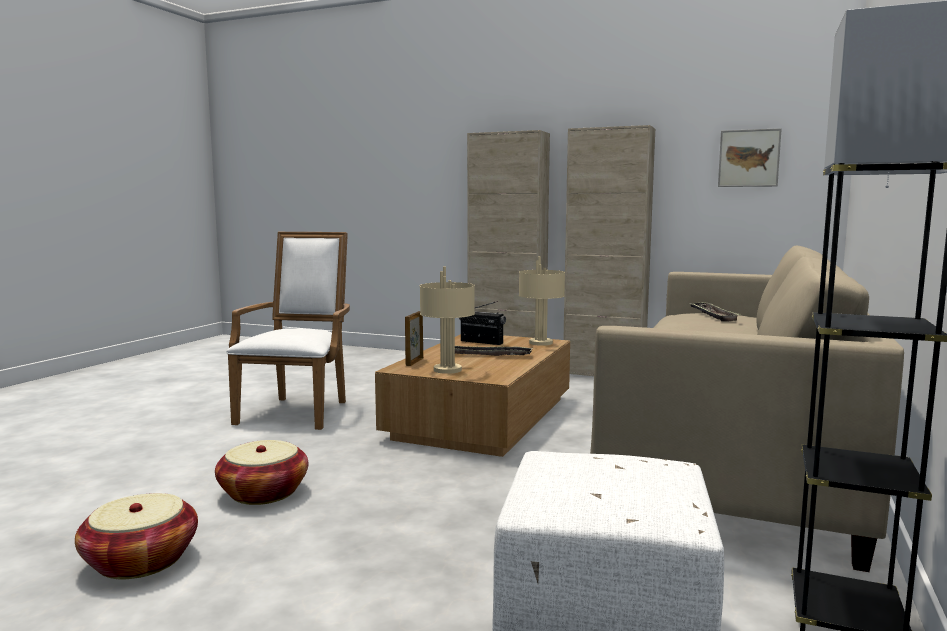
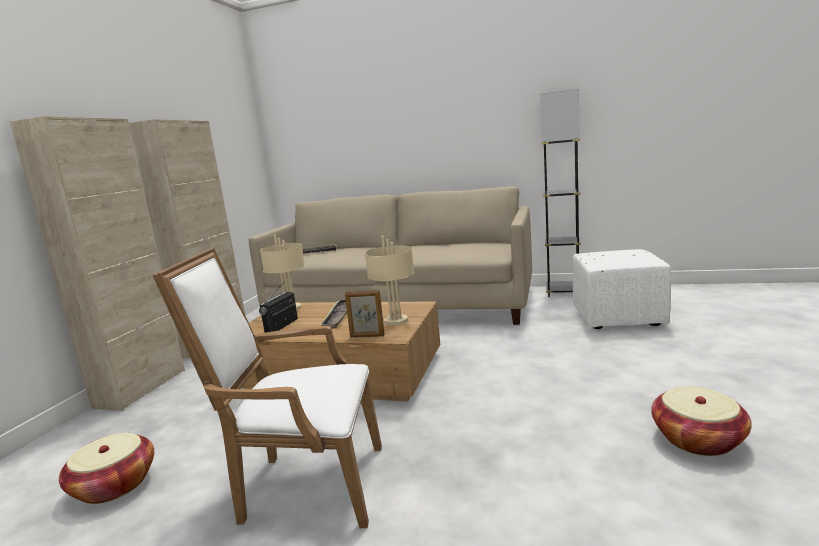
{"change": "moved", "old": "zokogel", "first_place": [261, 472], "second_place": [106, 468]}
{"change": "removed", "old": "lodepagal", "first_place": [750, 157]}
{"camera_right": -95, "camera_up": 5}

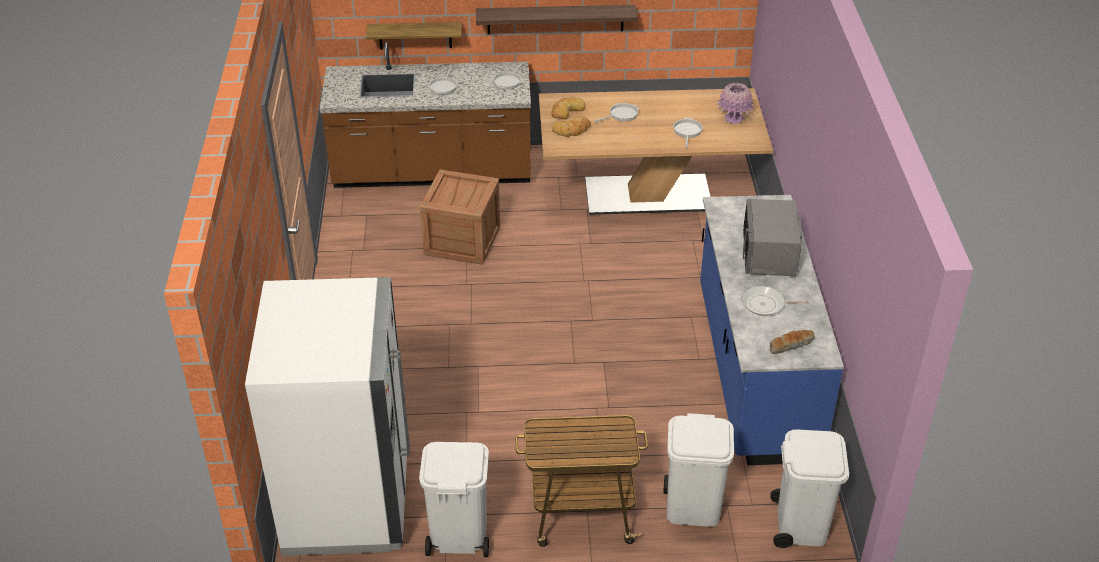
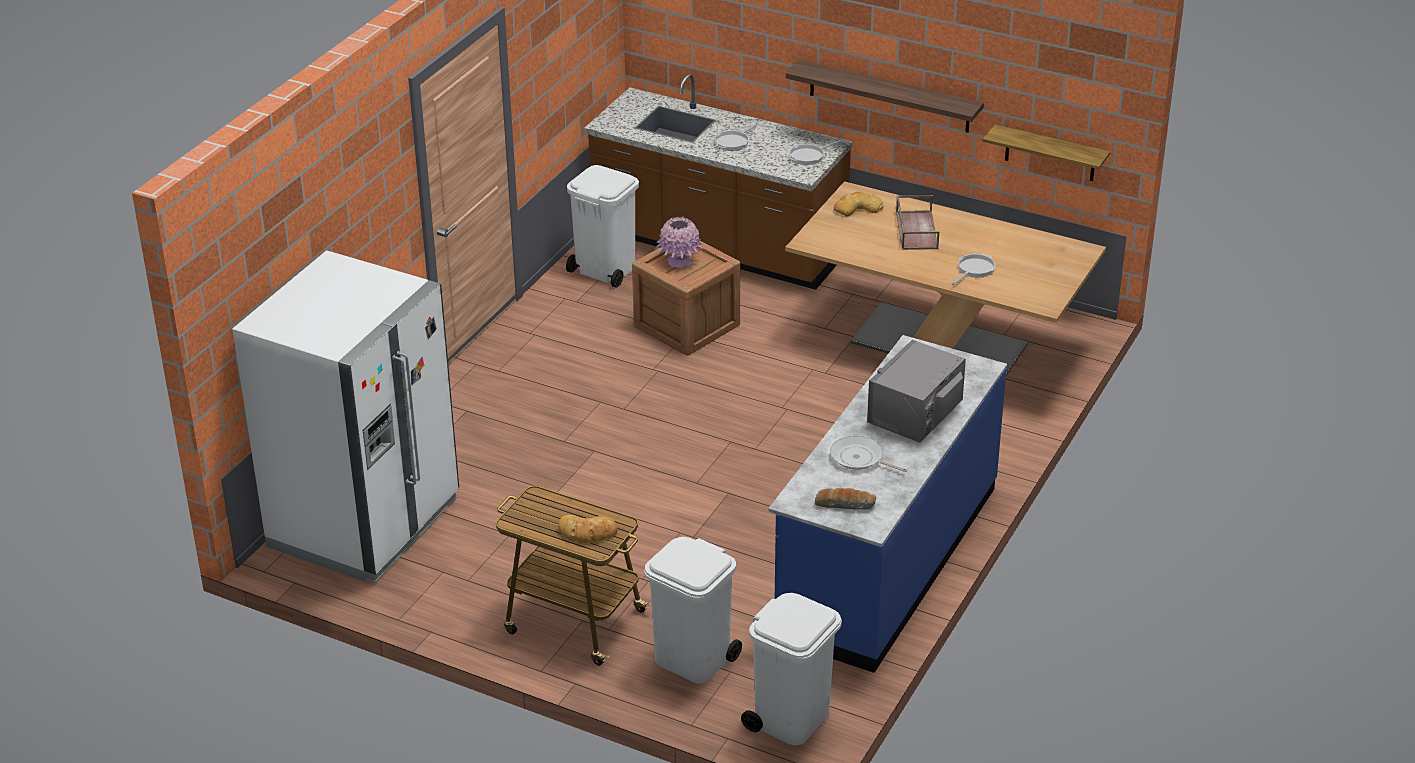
{"change": "moved", "old": "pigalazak", "first_place": [571, 126], "second_place": [588, 529]}
{"change": "moved", "old": "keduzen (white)", "first_place": [454, 499], "second_place": [602, 226]}
{"change": "moved", "old": "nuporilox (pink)", "first_place": [735, 103], "second_place": [679, 242]}
{"change": "replaced", "old": "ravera", "new": "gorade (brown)", "first_place": [617, 112], "second_place": [917, 222]}
{"change": "moved", "old": "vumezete", "first_place": [414, 36], "second_place": [1046, 153]}
{"camera_right": 30, "camera_up": -5}

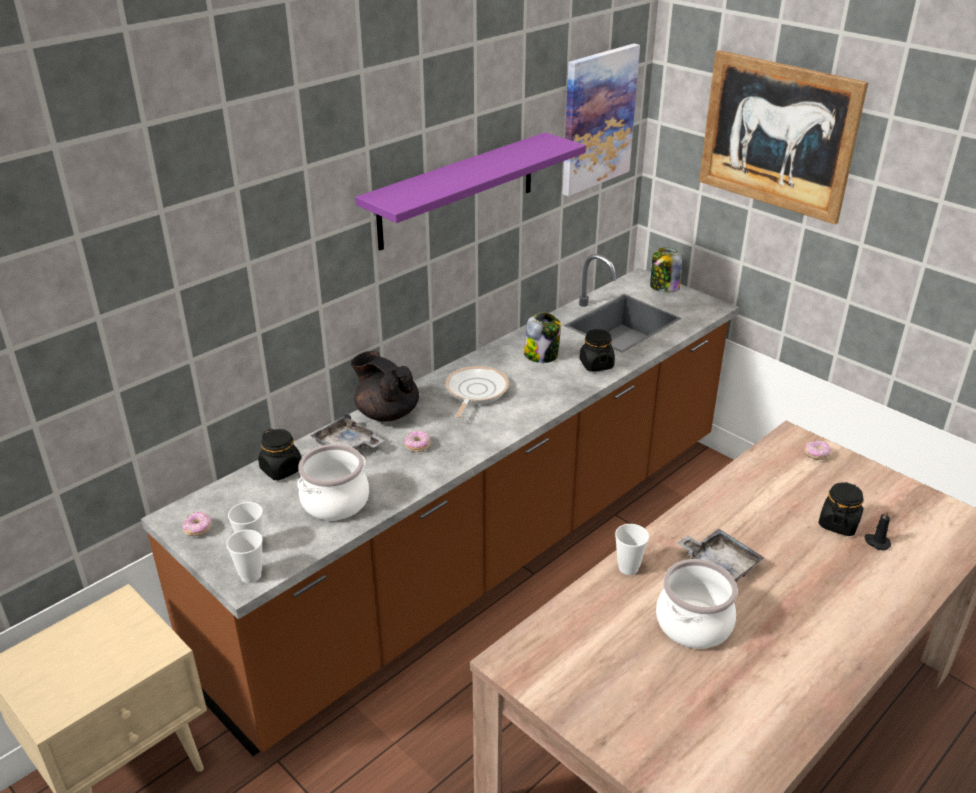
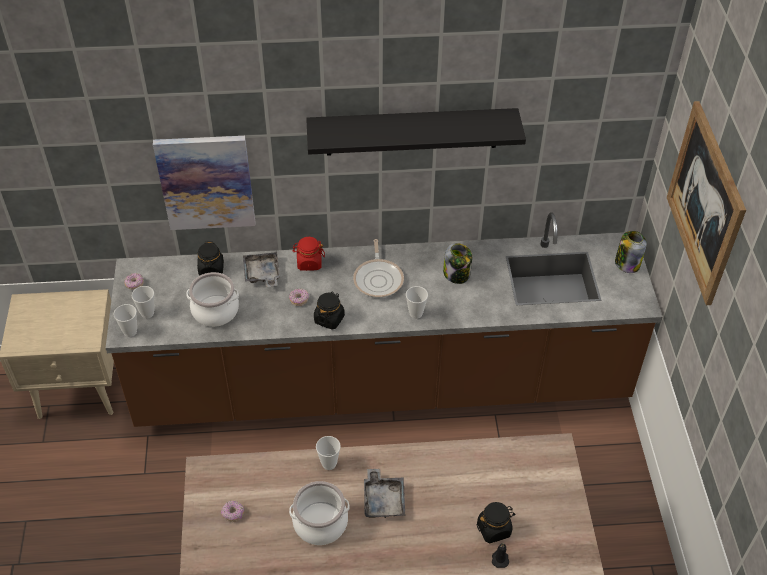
{"change": "moved", "old": "lodepagal", "first_place": [601, 119], "second_place": [204, 183]}
{"change": "moved", "old": "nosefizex", "first_place": [817, 450], "second_place": [232, 511]}
{"change": "replaced", "old": "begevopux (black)", "new": "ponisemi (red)", "first_place": [385, 386], "second_place": [308, 254]}
{"change": "recoloured", "old": "vumezete (purple)", "new": "vumezete (black)", "first_place": [470, 191], "second_place": [416, 132]}
{"change": "moved", "old": "ponisemi (black)", "first_place": [597, 350], "second_place": [329, 310]}
{"change": "turned", "old": "ravera", "first_place": [477, 392], "second_place": [378, 268], "degrees": 120}
{"change": "added", "new": "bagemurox", "second_place": [417, 302]}
{"camera_right": 40, "camera_up": 15}

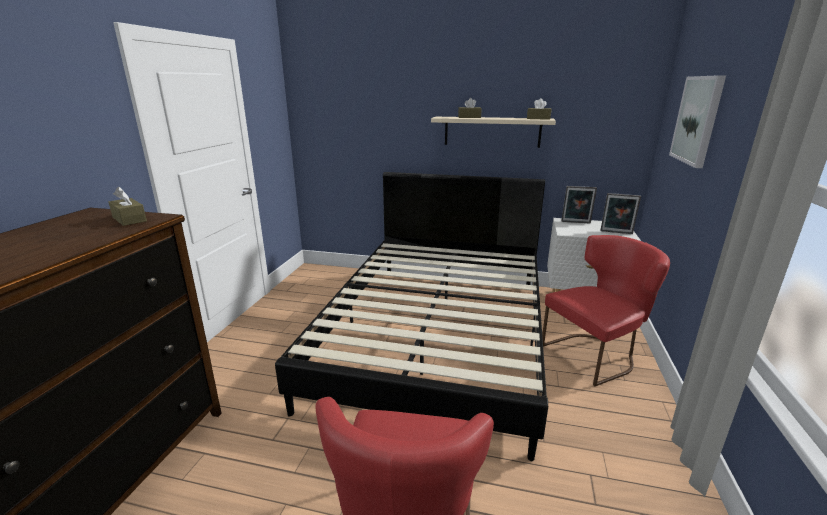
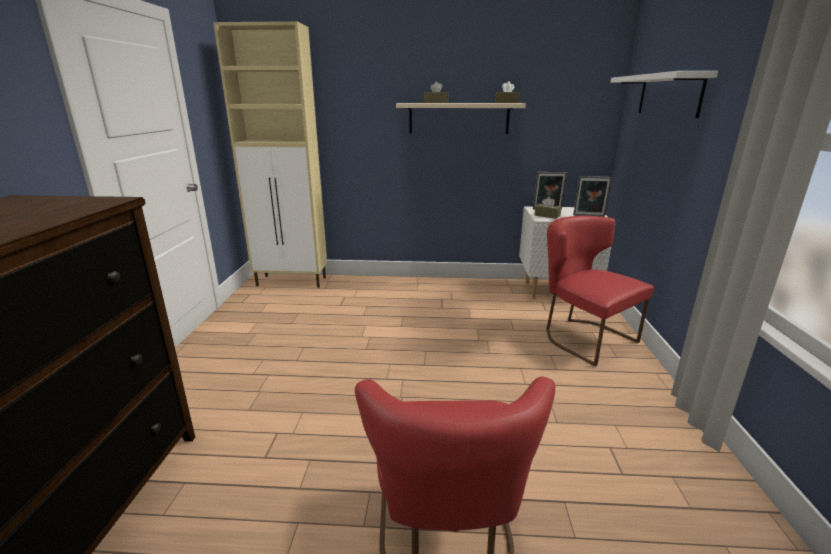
{"change": "added", "new": "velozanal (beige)", "second_place": [270, 154]}
{"change": "moved", "old": "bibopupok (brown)", "first_place": [127, 206], "second_place": [548, 208]}
{"change": "turned", "old": "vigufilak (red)", "first_place": [606, 310], "second_place": [600, 291], "degrees": -90}
{"change": "replaced", "old": "lodepagal", "new": "vumezete (white)", "first_place": [697, 121], "second_place": [664, 94]}
{"change": "removed", "old": "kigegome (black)", "first_place": [411, 316]}
{"camera_right": -10, "camera_up": 0}

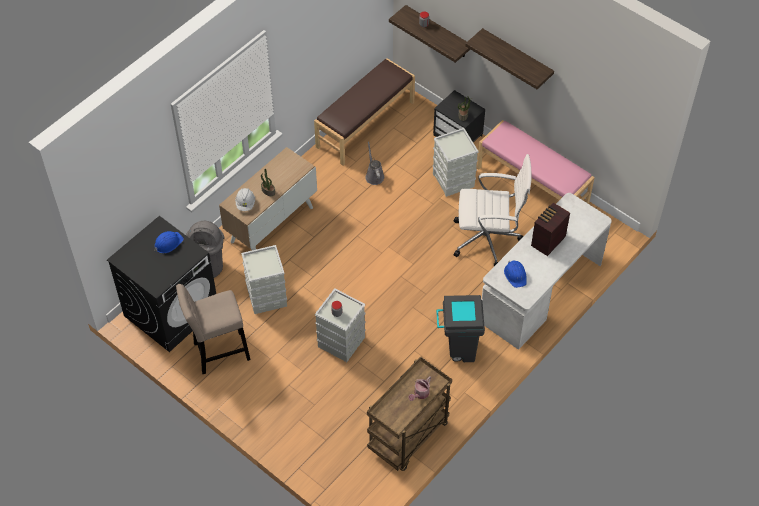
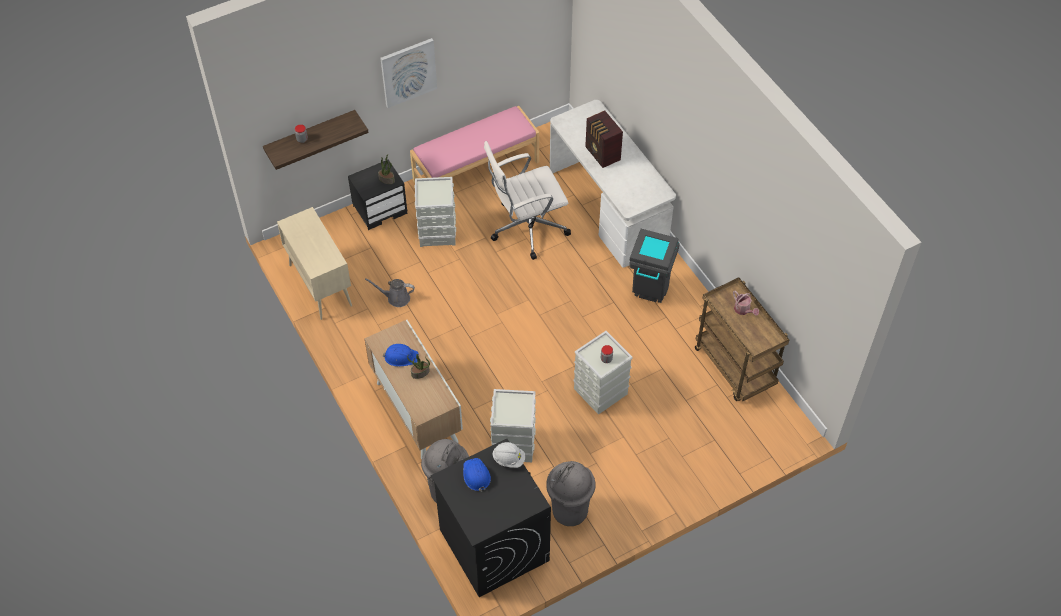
{"change": "replaced", "old": "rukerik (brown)", "new": "velozanal (beige)", "first_place": [364, 112], "second_place": [314, 263]}
{"change": "replaced", "old": "vumezete", "new": "lodepagal", "first_place": [509, 58], "second_place": [408, 73]}
{"change": "moved", "old": "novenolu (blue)", "first_place": [515, 274], "second_place": [400, 355]}
{"change": "turned", "old": "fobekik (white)", "first_place": [492, 210], "second_place": [527, 200], "degrees": -135}
{"change": "moved", "old": "novenolu (white)", "first_place": [245, 199], "second_place": [508, 455]}
{"change": "replaced", "old": "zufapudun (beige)", "new": "keduzen (grey)", "first_place": [213, 329], "second_place": [571, 493]}
{"camera_right": -70, "camera_up": 0}

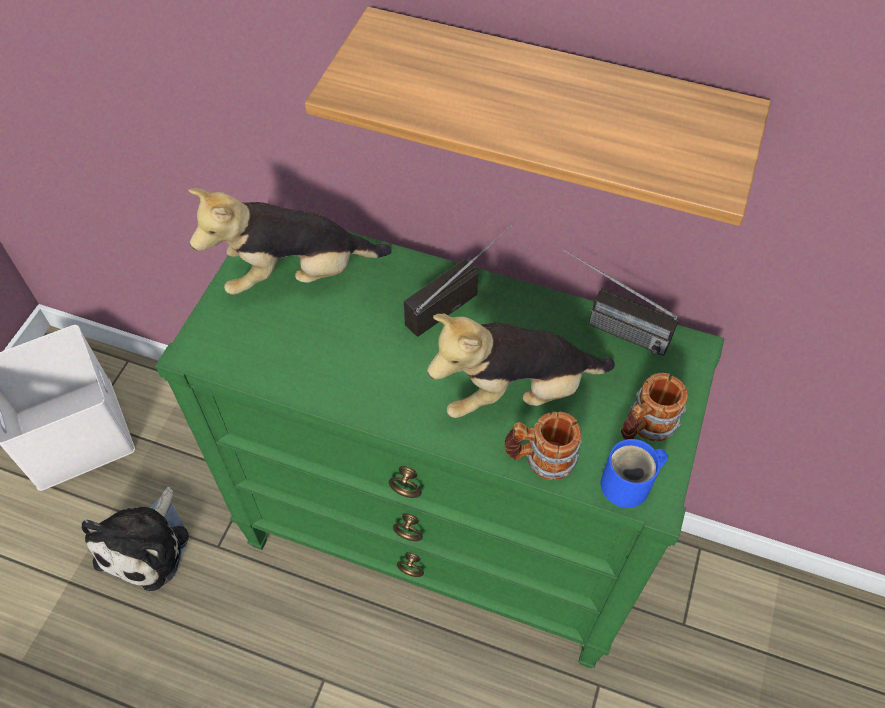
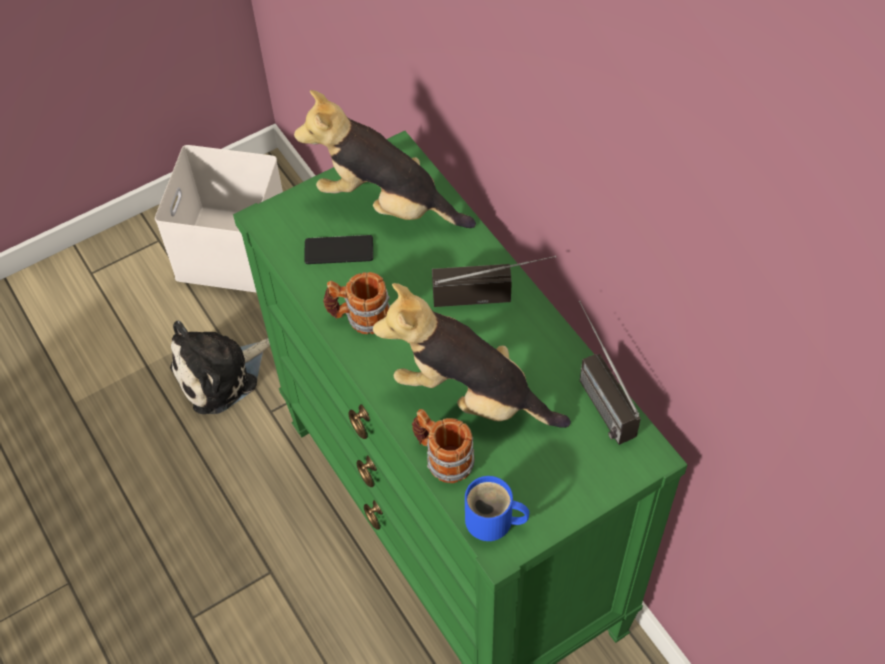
{"change": "added", "new": "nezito", "second_place": [338, 249]}
{"change": "moved", "old": "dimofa", "first_place": [654, 407], "second_place": [356, 303]}
{"change": "removed", "old": "vumezete", "first_place": [538, 116]}
{"camera_right": 40, "camera_up": 0}

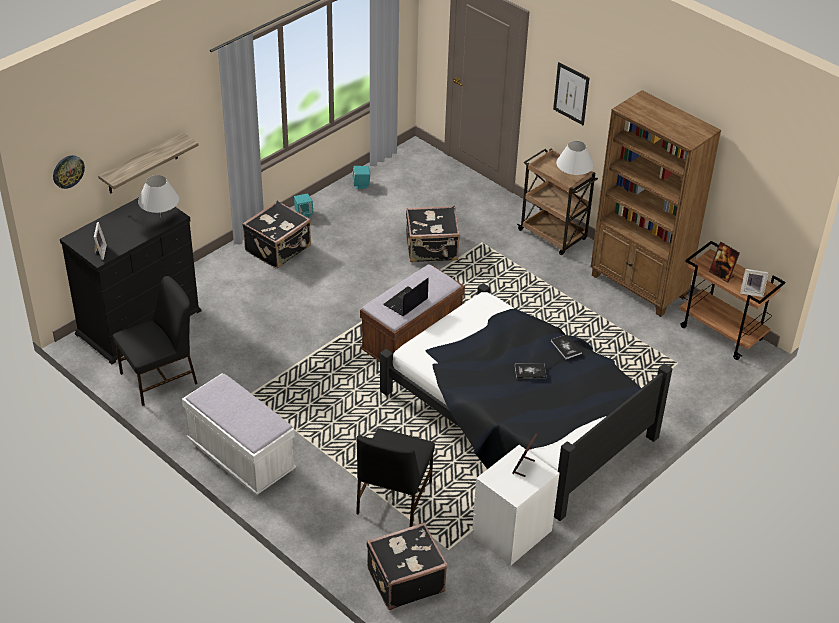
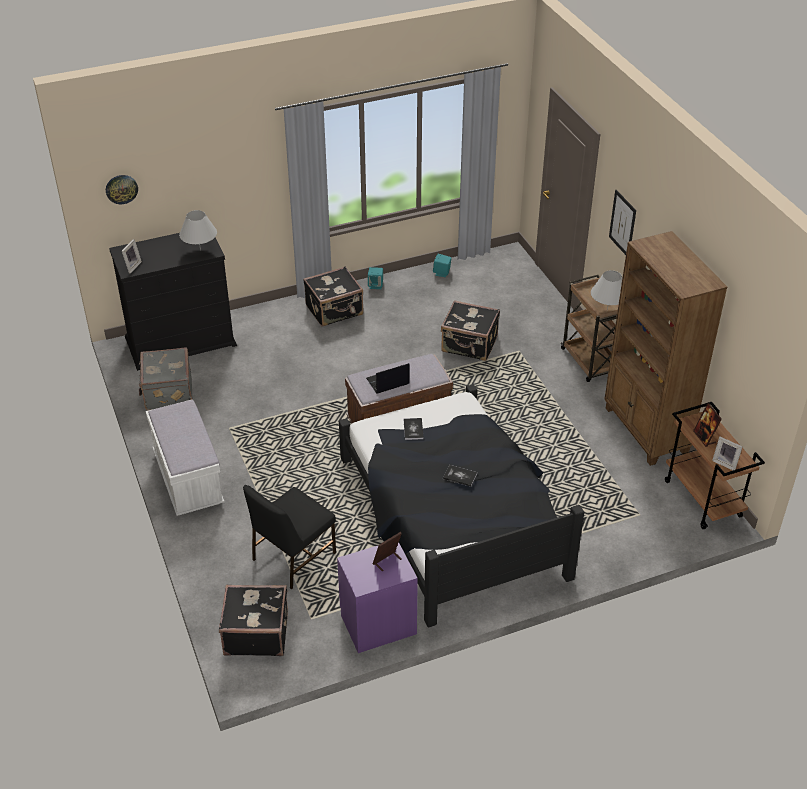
{"change": "replaced", "old": "vigufilak (black)", "new": "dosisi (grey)", "first_place": [155, 341], "second_place": [166, 379]}
{"change": "recoloured", "old": "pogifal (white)", "new": "pogifal (purple)", "first_place": [515, 505], "second_place": [377, 598]}
{"change": "moved", "old": "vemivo", "first_place": [566, 346], "second_place": [414, 429]}
{"change": "removed", "old": "vumezete", "first_place": [148, 163]}
{"camera_right": 25, "camera_up": 0}

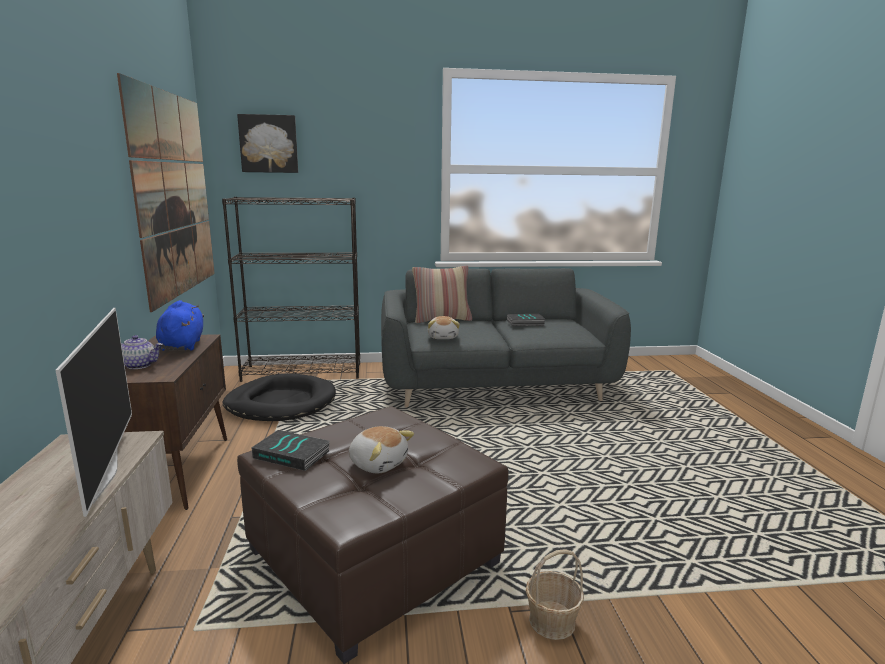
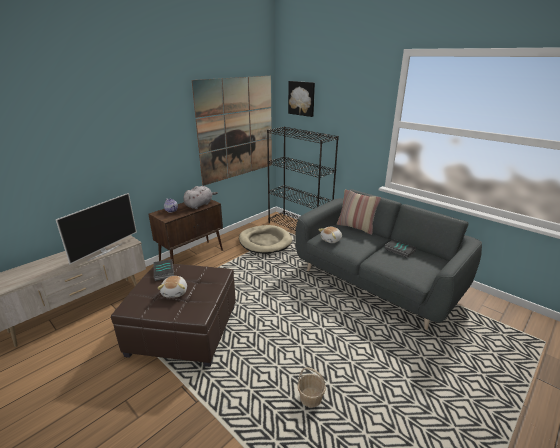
{"change": "recoloured", "old": "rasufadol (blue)", "new": "rasufadol (grey)", "first_place": [180, 325], "second_place": [200, 197]}
{"change": "recoloured", "old": "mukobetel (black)", "new": "mukobetel (beige)", "first_place": [279, 397], "second_place": [265, 239]}
{"change": "moved", "old": "zokogel", "first_place": [555, 594], "second_place": [311, 387]}
{"camera_right": 50, "camera_up": 10}

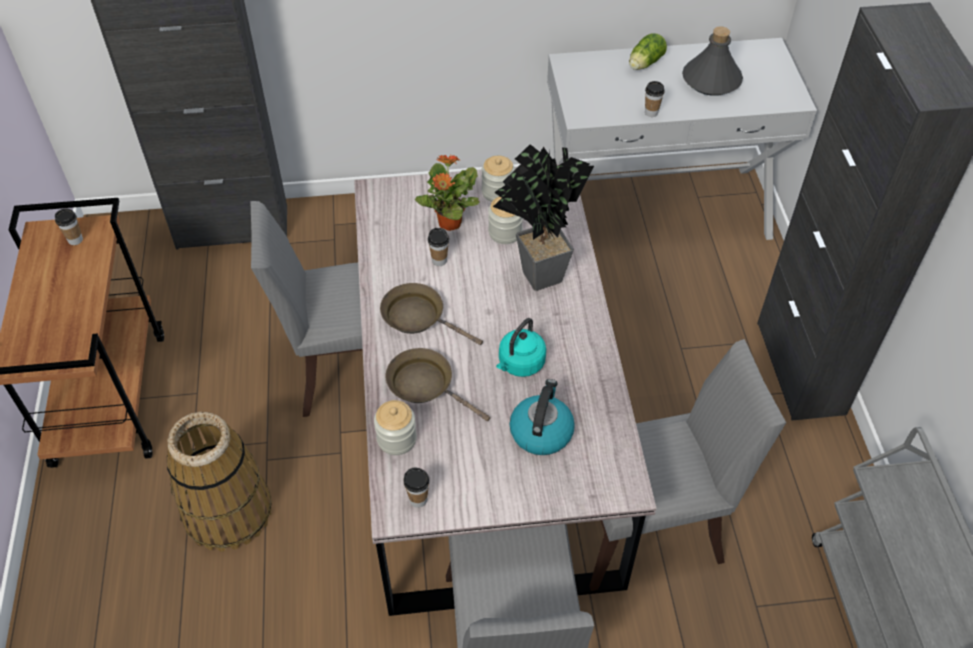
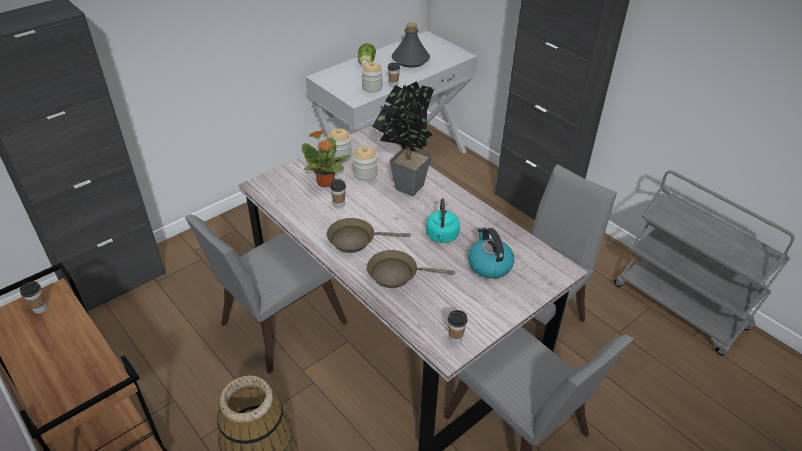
{"change": "moved", "old": "ponisemi", "first_place": [395, 427], "second_place": [372, 77]}
{"camera_right": -35, "camera_up": -10}

